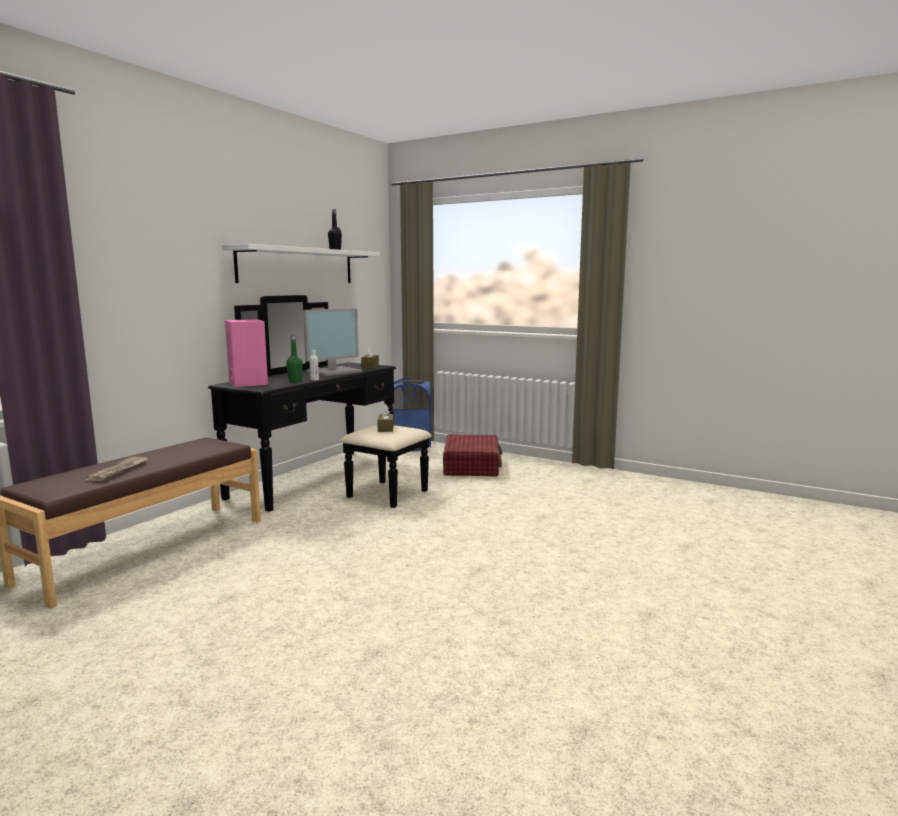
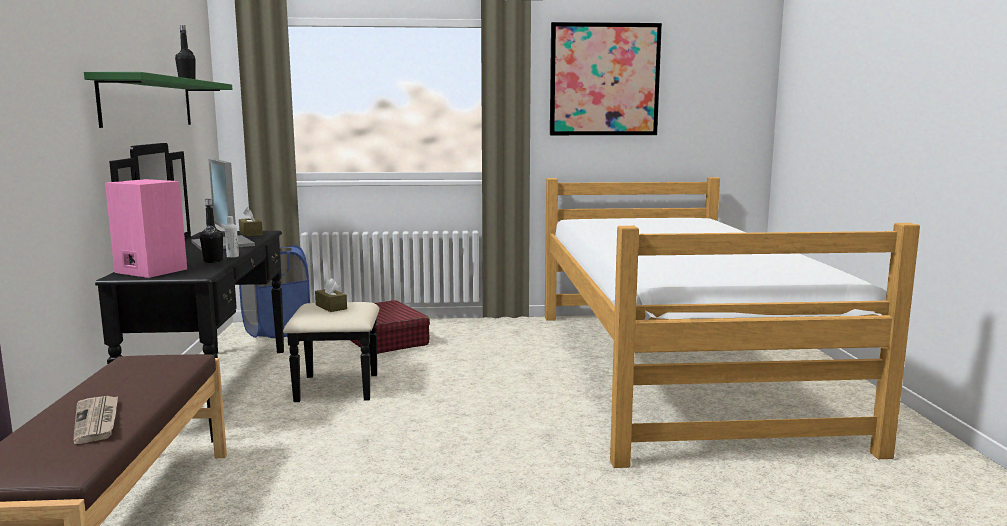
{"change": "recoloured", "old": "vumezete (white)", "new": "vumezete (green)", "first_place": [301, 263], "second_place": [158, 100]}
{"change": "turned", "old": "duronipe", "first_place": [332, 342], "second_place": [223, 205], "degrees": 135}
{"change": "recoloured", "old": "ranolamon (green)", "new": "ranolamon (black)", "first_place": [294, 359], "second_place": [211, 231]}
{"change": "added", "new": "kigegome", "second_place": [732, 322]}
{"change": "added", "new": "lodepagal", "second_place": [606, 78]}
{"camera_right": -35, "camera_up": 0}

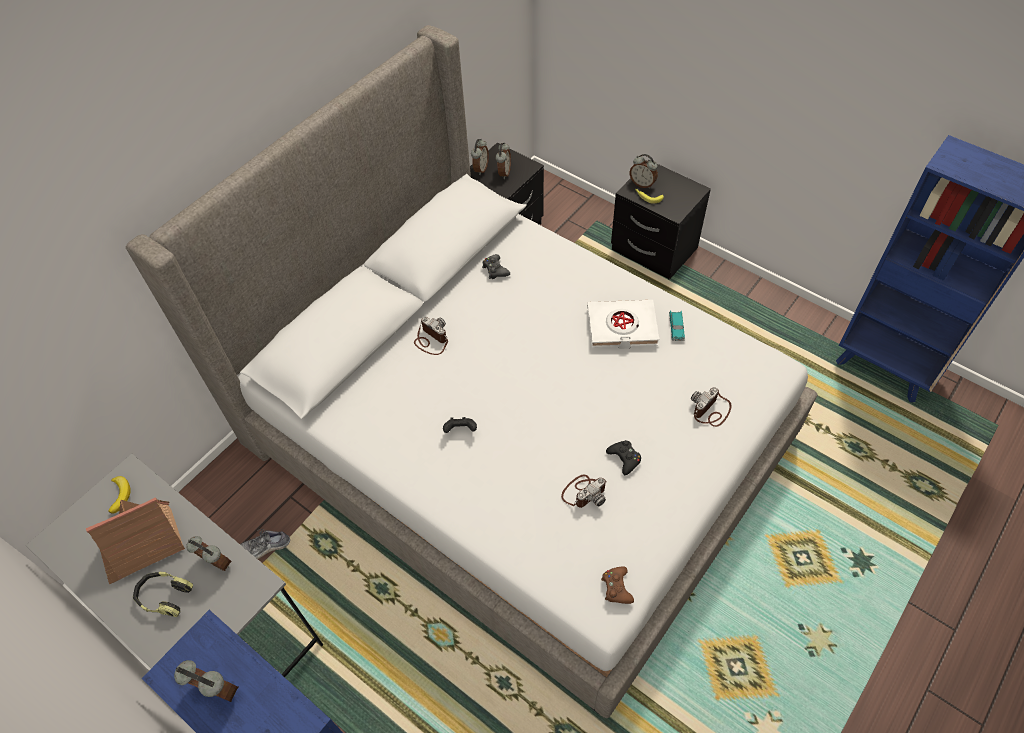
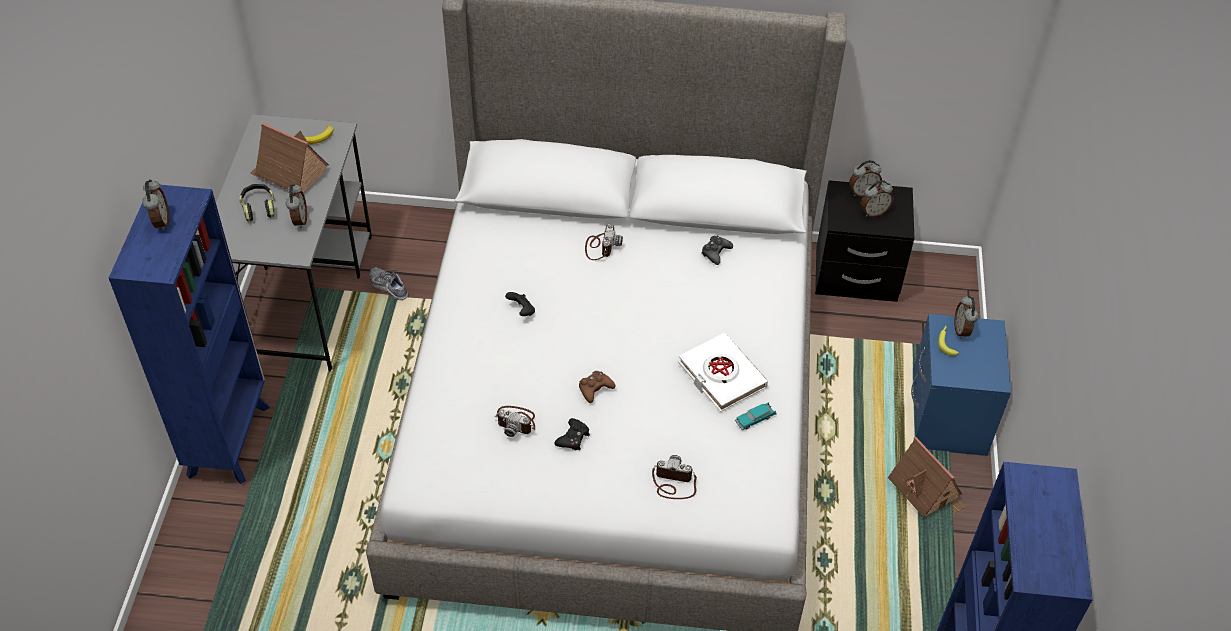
{"change": "moved", "old": "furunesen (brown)", "first_place": [617, 585], "second_place": [597, 387]}
{"change": "added", "new": "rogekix", "second_place": [927, 477]}
{"change": "recoloured", "old": "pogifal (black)", "new": "pogifal (blue)", "first_place": [661, 220], "second_place": [961, 385]}
{"camera_right": 55, "camera_up": -5}

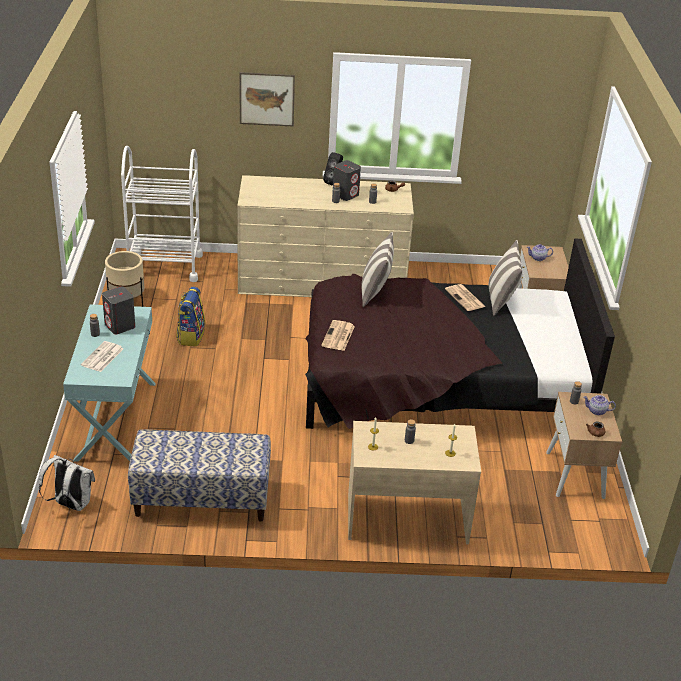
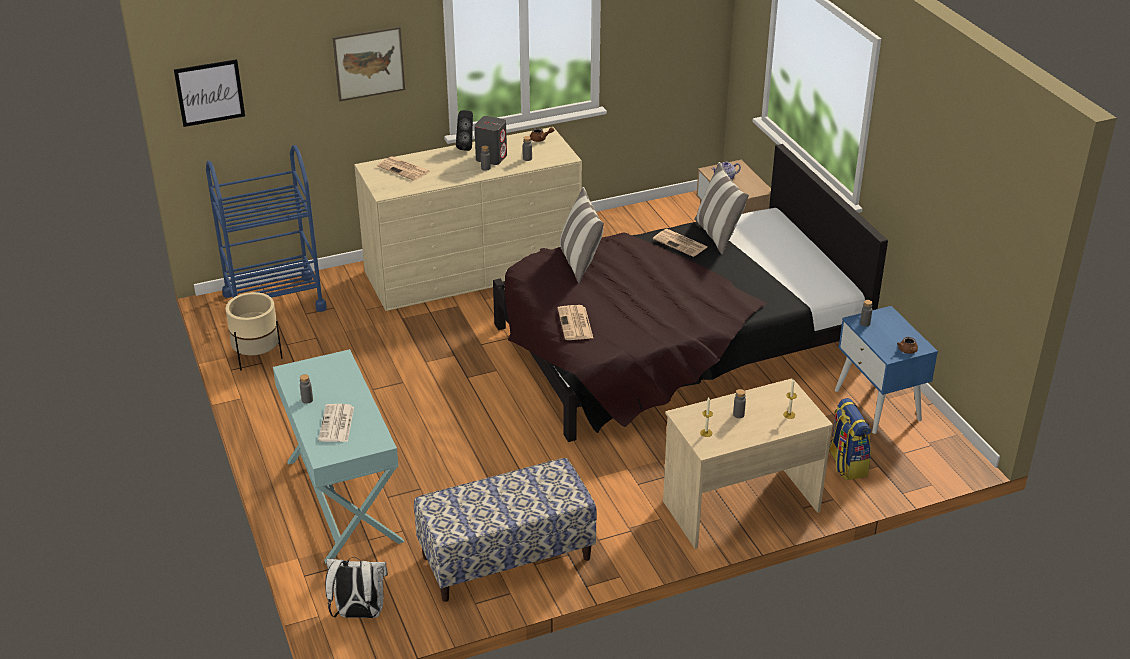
{"change": "added", "new": "lodepagal", "second_place": [209, 93]}
{"change": "recoloured", "old": "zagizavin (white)", "new": "zagizavin (blue)", "first_place": [162, 214], "second_place": [266, 228]}
{"change": "added", "new": "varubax", "second_place": [404, 168]}
{"change": "moved", "old": "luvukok", "first_place": [190, 317], "second_place": [850, 439]}
{"change": "recoloured", "old": "pogifal (beige)", "new": "pogifal (blue)", "first_place": [584, 445], "second_place": [886, 370]}
{"change": "removed", "old": "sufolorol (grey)", "first_place": [118, 310]}
{"change": "removed", "old": "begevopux", "first_place": [599, 405]}
{"camera_right": -20, "camera_up": 0}

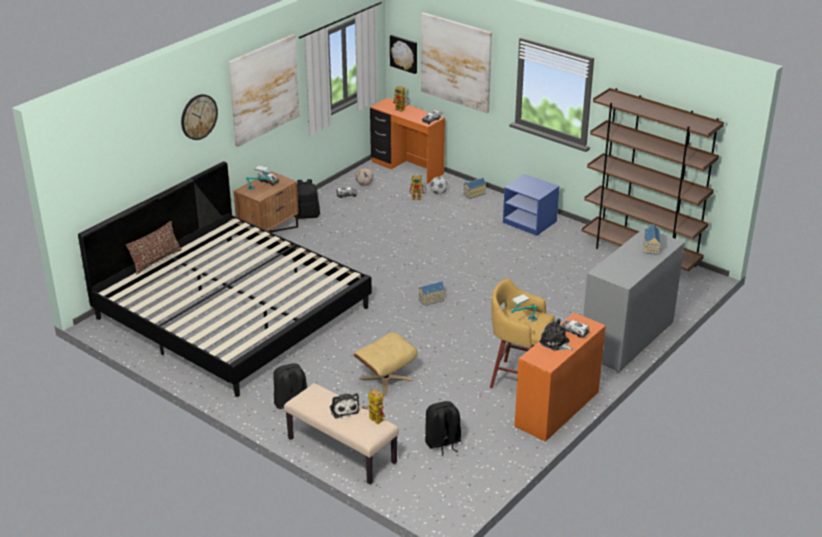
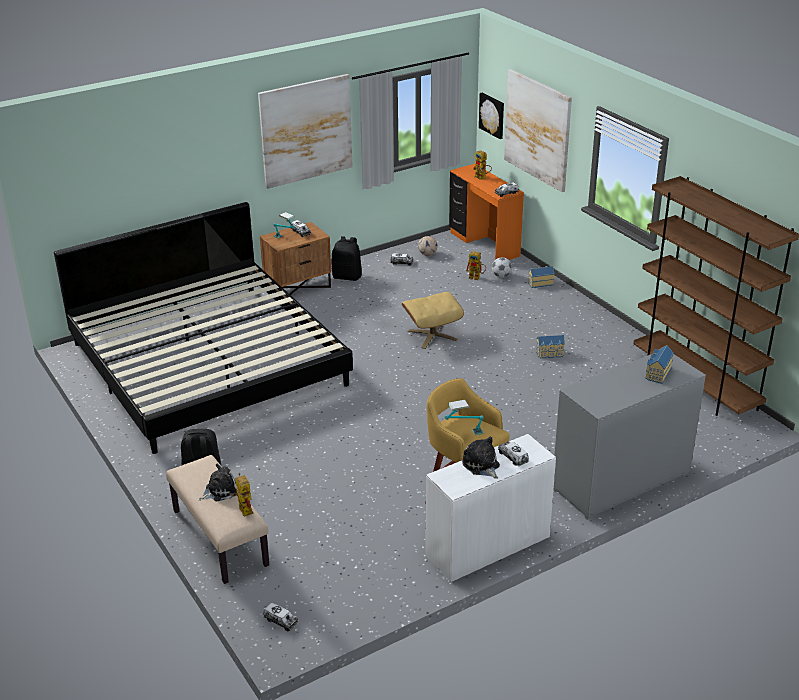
{"change": "turned", "old": "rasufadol", "first_place": [344, 406], "second_place": [218, 482], "degrees": -120}
{"change": "added", "new": "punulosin", "second_place": [280, 617]}
{"change": "moved", "old": "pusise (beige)", "first_place": [386, 364], "second_place": [433, 320]}
{"change": "recoloured", "old": "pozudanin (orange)", "new": "pozudanin (white)", "first_place": [560, 377], "second_place": [491, 508]}
{"change": "moved", "old": "rogekix", "first_place": [432, 293], "second_place": [550, 346]}
{"change": "removed", "old": "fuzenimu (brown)", "first_place": [154, 248]}
{"change": "removed", "old": "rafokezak", "first_place": [199, 117]}
{"change": "removed", "old": "luvukok (black)", "first_place": [443, 428]}
{"change": "removed", "old": "pogifal (blue)", "first_place": [531, 205]}
{"camera_right": 20, "camera_up": 0}

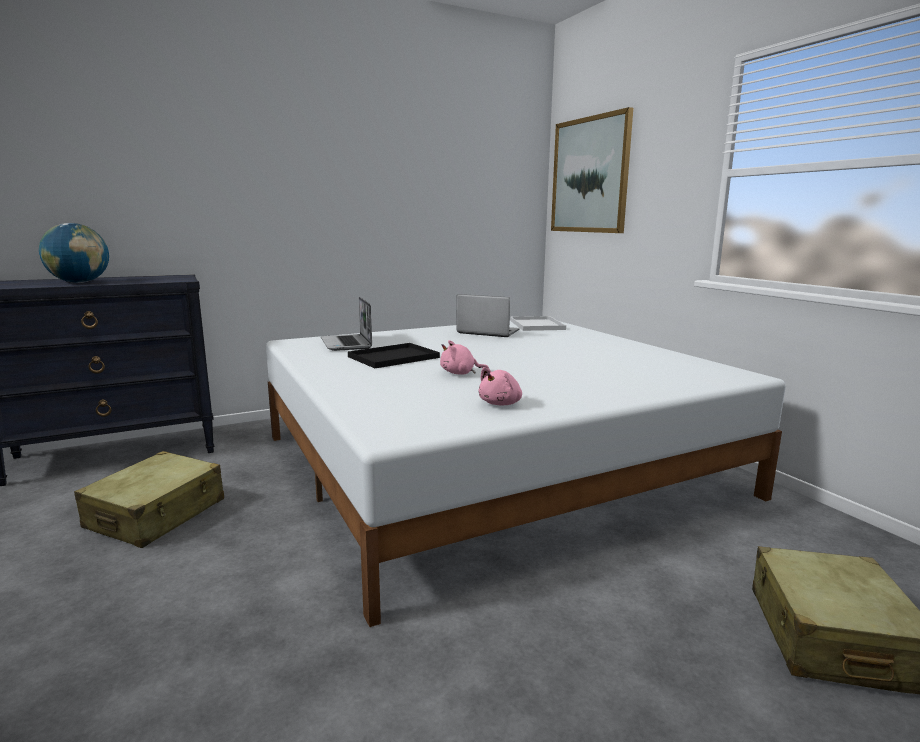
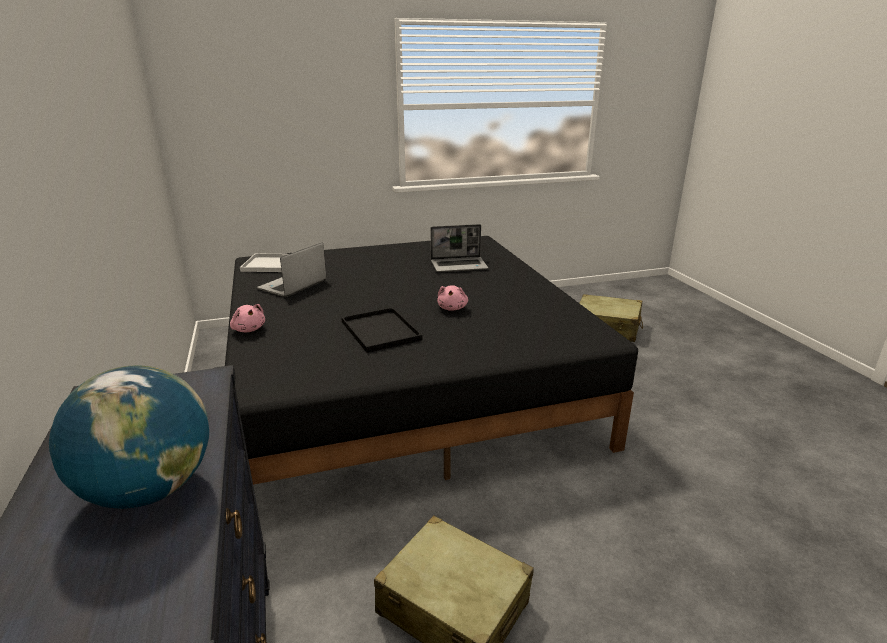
{"change": "recoloured", "old": "kigegome (white)", "new": "kigegome (black)", "first_place": [526, 474], "second_place": [431, 360]}
{"change": "moved", "old": "rasufadol (pink)", "first_place": [500, 386], "second_place": [247, 318]}
{"change": "moved", "old": "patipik", "first_place": [346, 324], "second_place": [459, 248]}
{"change": "removed", "old": "lodepagal", "first_place": [592, 170]}
{"camera_right": -80, "camera_up": 10}

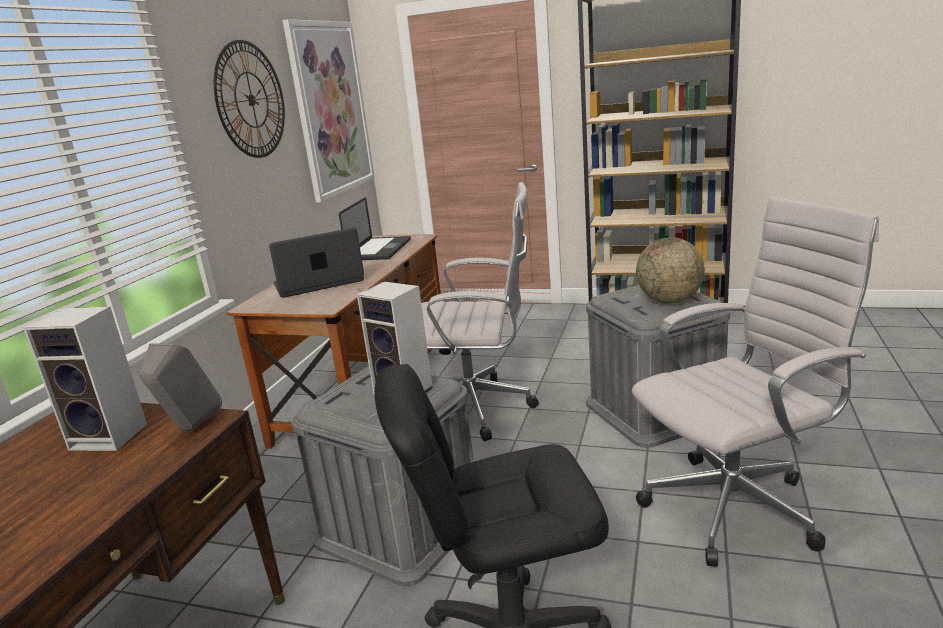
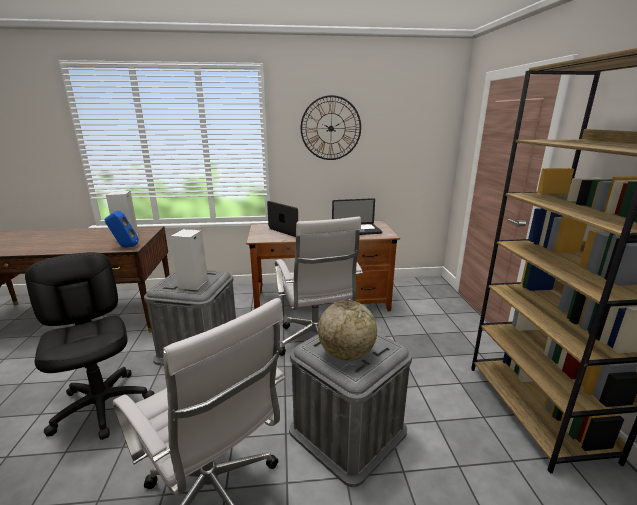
{"change": "recoloured", "old": "sufolorol (grey)", "new": "sufolorol (blue)", "first_place": [181, 387], "second_place": [122, 229]}
{"change": "removed", "old": "lodepagal", "first_place": [328, 111]}
{"camera_right": 65, "camera_up": 0}

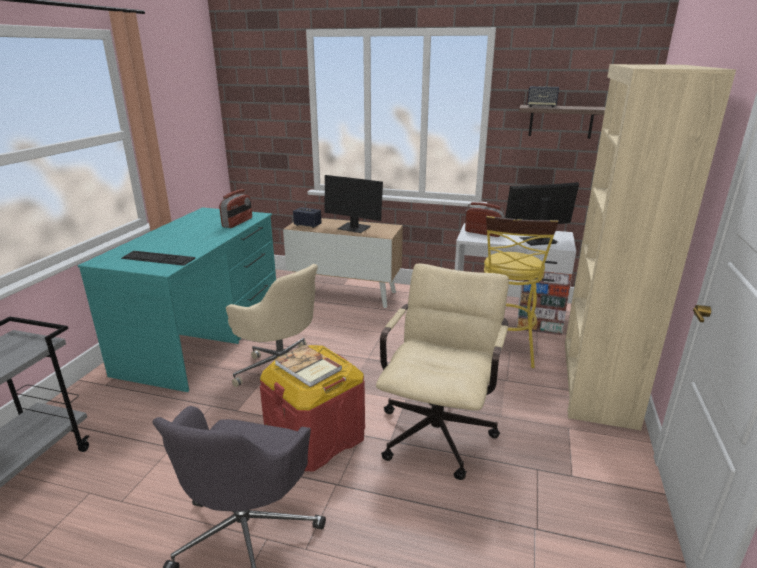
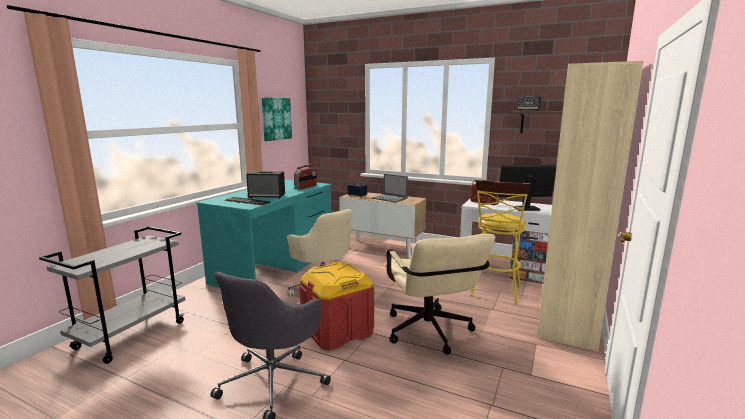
{"change": "added", "new": "sufolorol", "second_place": [265, 184]}
{"change": "added", "new": "lodepagal", "second_place": [277, 119]}
{"change": "replaced", "old": "duronipe", "new": "patipik", "first_place": [353, 204], "second_place": [390, 188]}
{"change": "turned", "old": "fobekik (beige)", "first_place": [442, 371], "second_place": [440, 294], "degrees": 135}
{"change": "removed", "old": "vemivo", "first_place": [308, 366]}
{"camera_right": 10, "camera_up": -10}

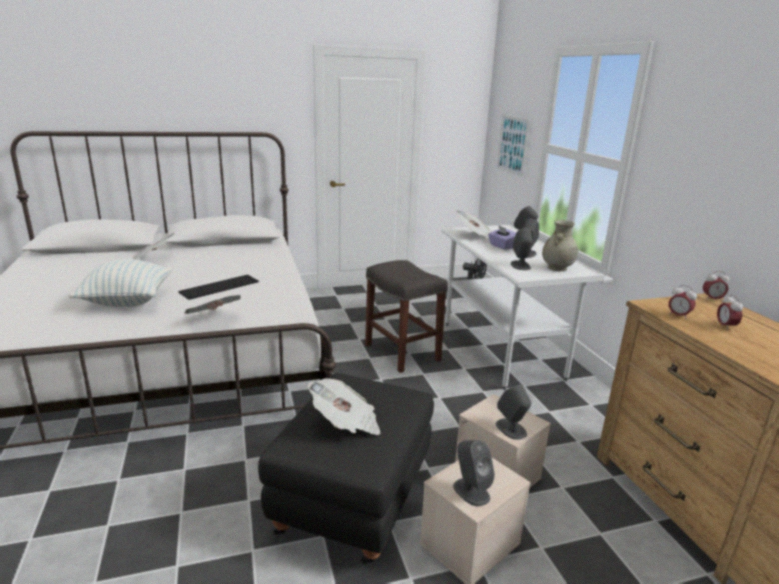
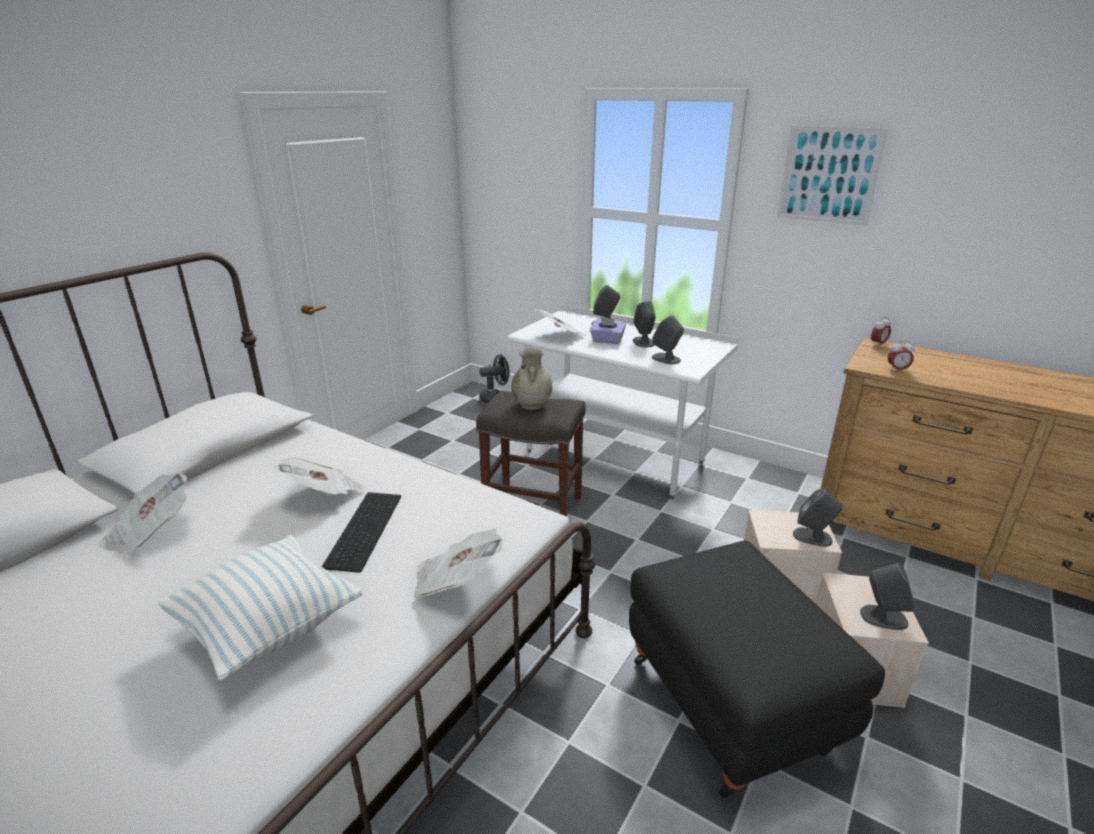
{"change": "moved", "old": "varubax", "first_place": [344, 407], "second_place": [320, 476]}
{"change": "moved", "old": "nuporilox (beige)", "first_place": [560, 245], "second_place": [531, 379]}
{"change": "moved", "old": "lodepagal", "first_place": [513, 146], "second_place": [832, 176]}
{"change": "removed", "old": "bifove", "first_place": [730, 312]}
{"camera_right": -40, "camera_up": 5}

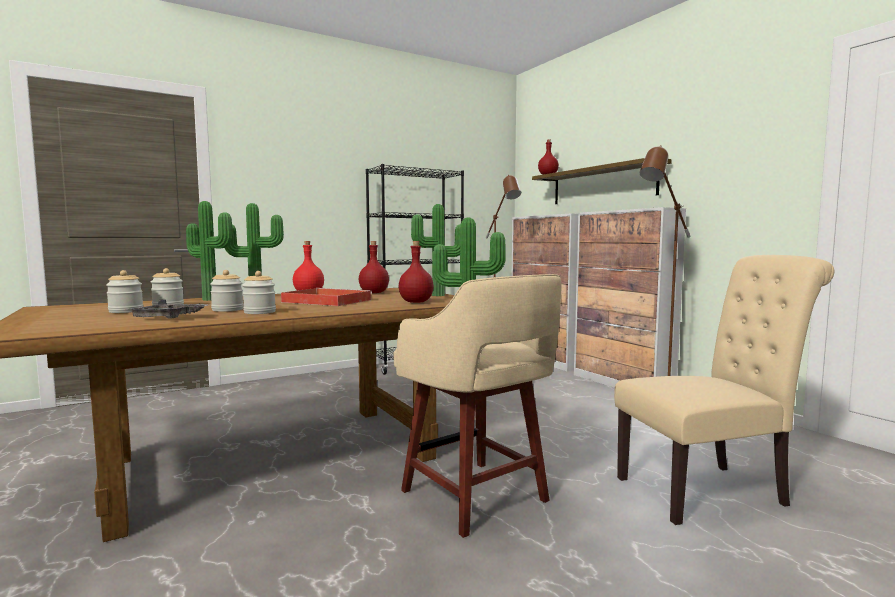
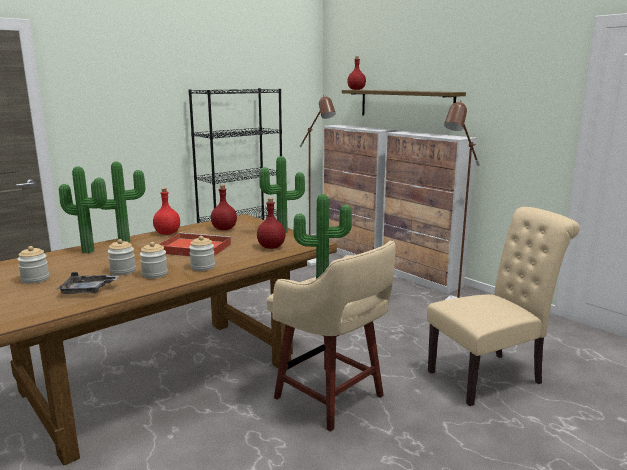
{"change": "moved", "old": "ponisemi", "first_place": [167, 286], "second_place": [202, 253]}
{"camera_right": -10, "camera_up": 10}

